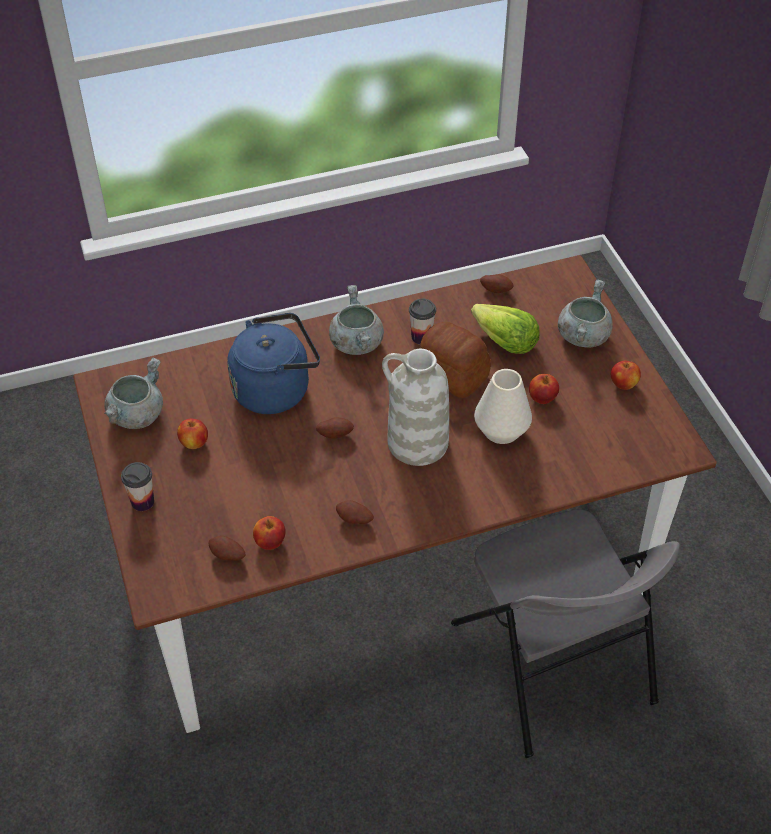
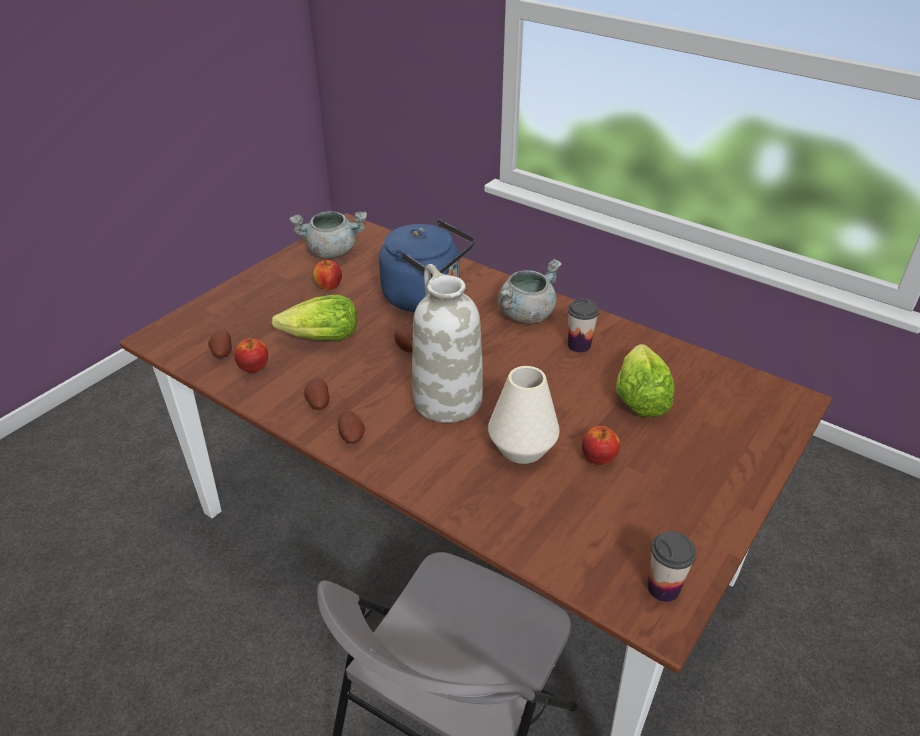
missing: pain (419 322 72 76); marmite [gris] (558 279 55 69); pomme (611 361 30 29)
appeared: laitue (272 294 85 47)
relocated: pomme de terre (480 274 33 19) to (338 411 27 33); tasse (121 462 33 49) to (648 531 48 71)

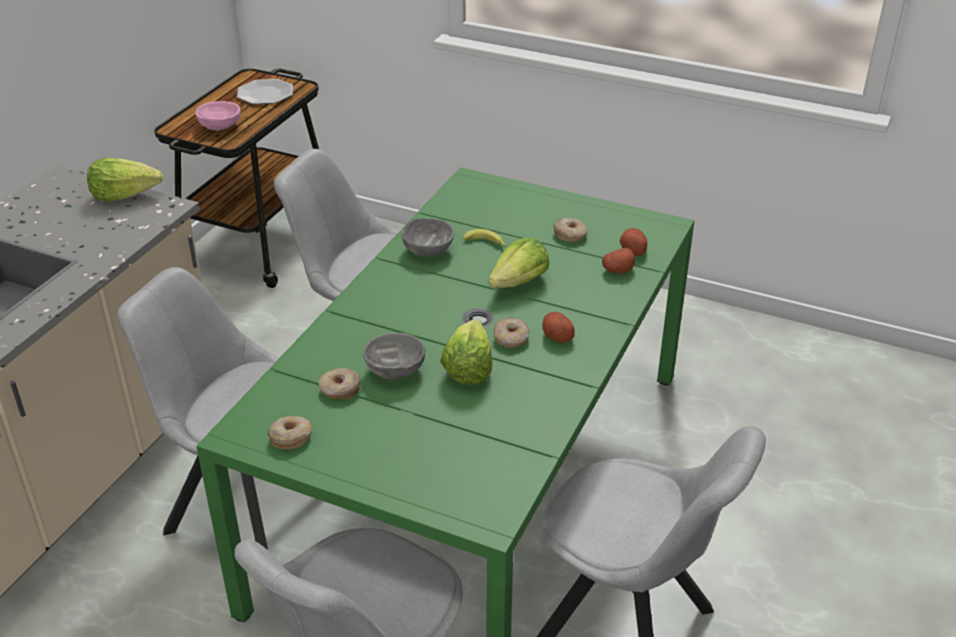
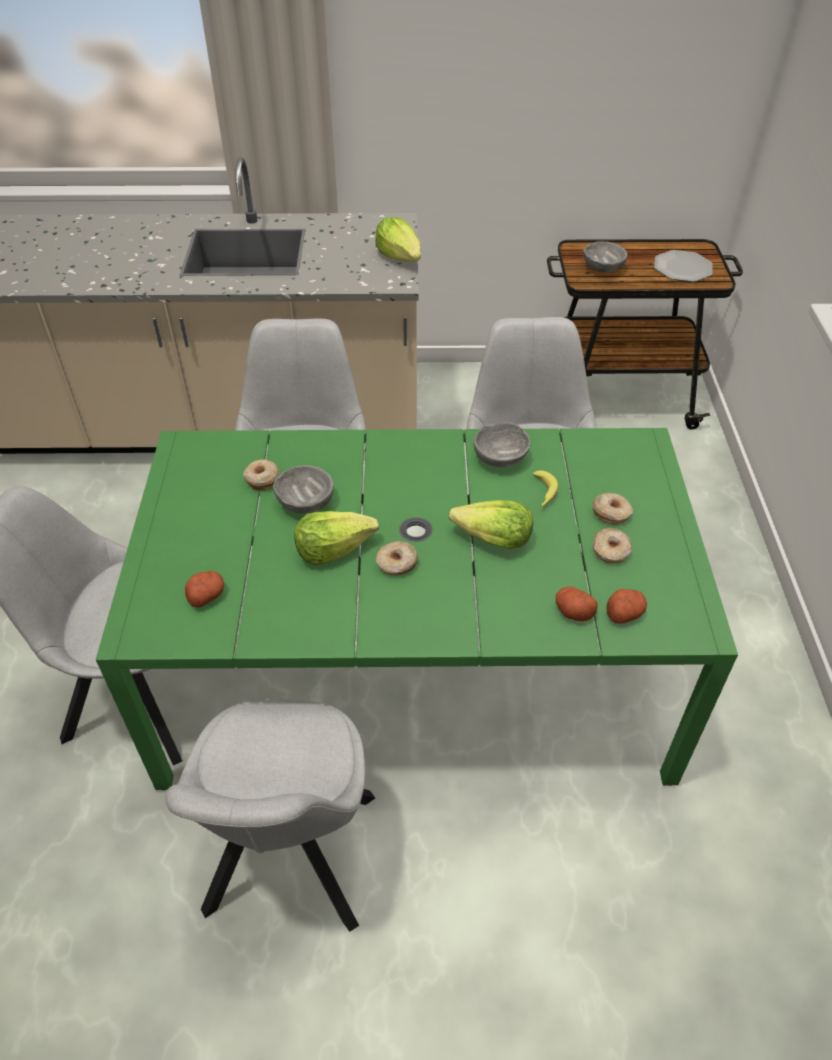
relocated: pomme de terre (543 312 32 31) to (185 571 39 37); beignet (268 416 44 33) to (592 493 41 32)
colour: bol [rose] (196 101 45 30) to bol [gris] (583 241 44 31)

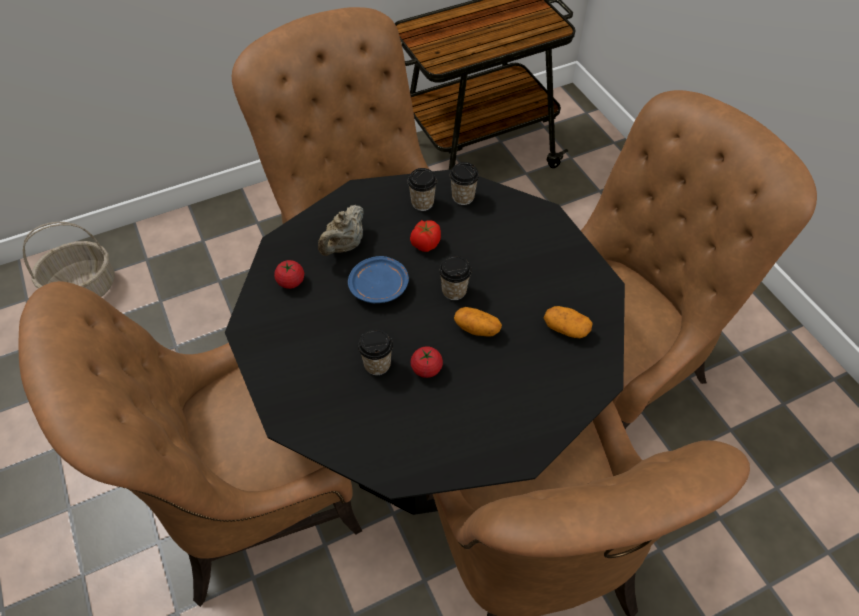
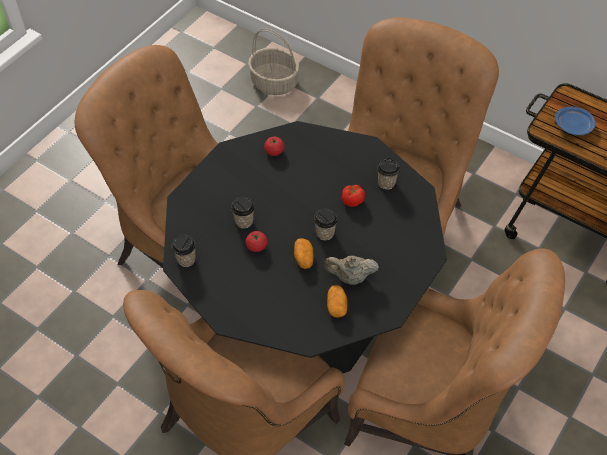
relocated: tasse (450 162 29 43) to (172 235 24 32); théière [beige] (318 205 46 51) to (324 256 55 29); assiette [bleu] (348 256 61 47) to (555 107 40 28)

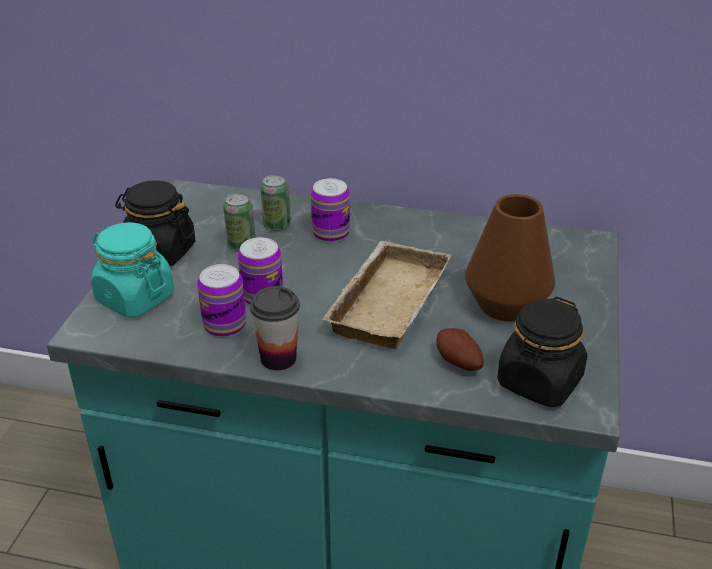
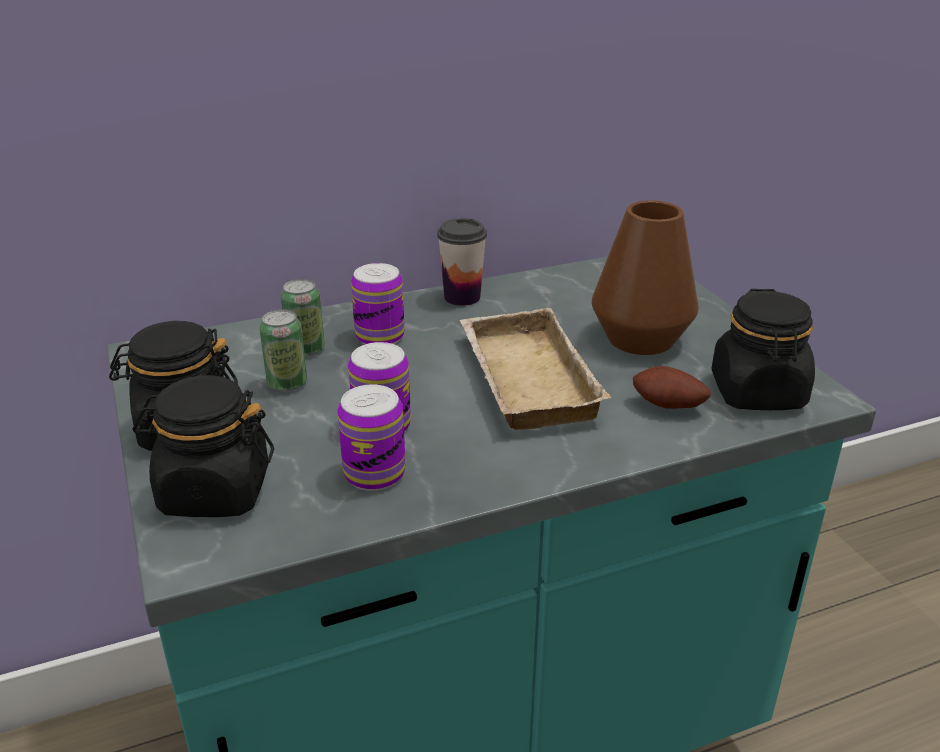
relocated: tasse (250 286 50 85) to (437 218 50 88)
colour: bocal [turquoise] (91 222 83 96) to bocal [noir] (133 375 141 142)

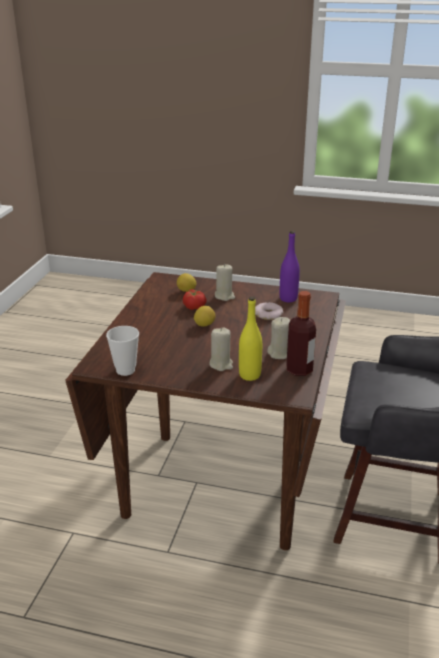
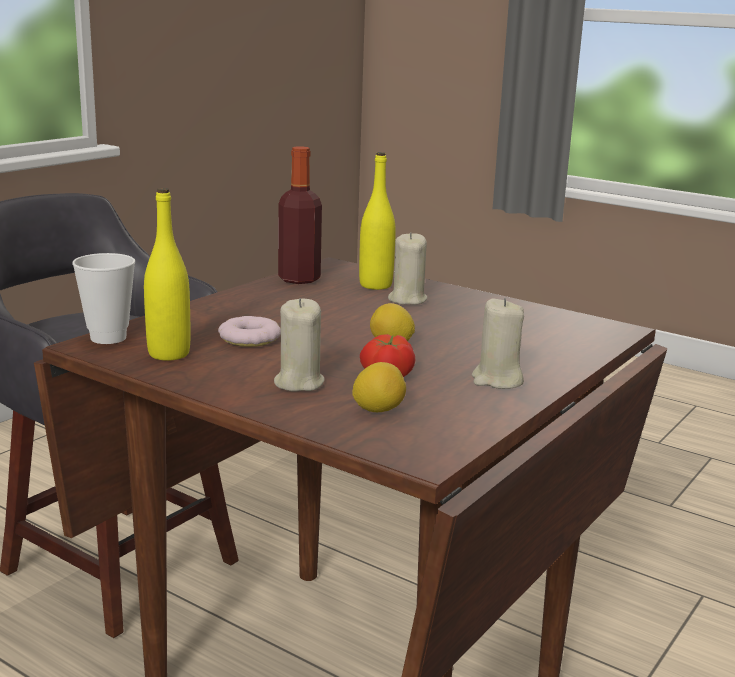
relocated: tasse (106 326 33 50) to (72 253 63 91); bougie [beige] (267 317 23 42) to (472 298 52 91)
colour: bouteille [violet] (280 231 20 71) to bouteille [jaune] (144 188 46 173)

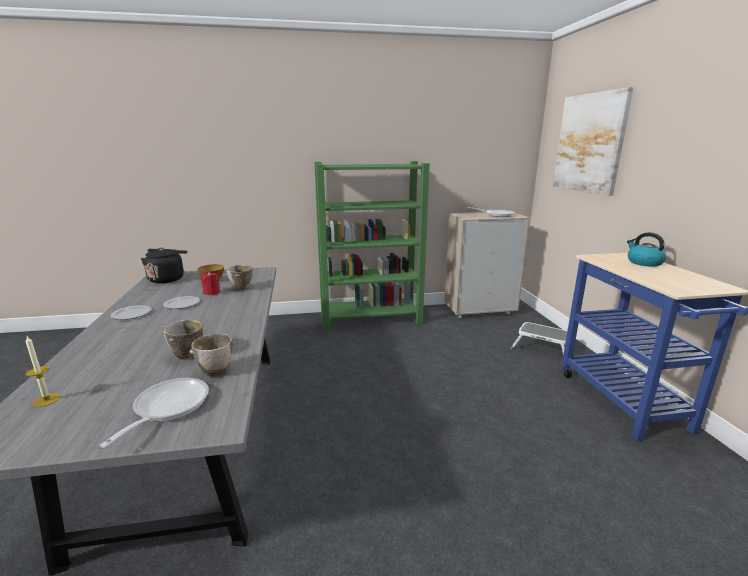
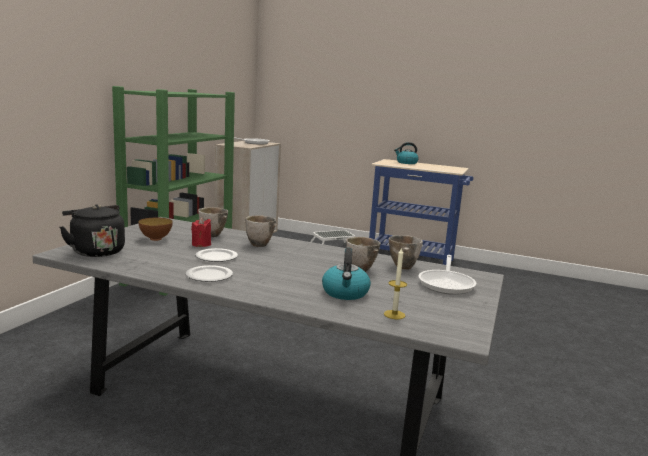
missing: tableau (553 87 80 109)
appeared: bol (244 215 33 32); bouilloire (322 248 49 52)
spun: poêle (100 378 109 70) = (418 255 58 40) 120 degrees counterclockwise

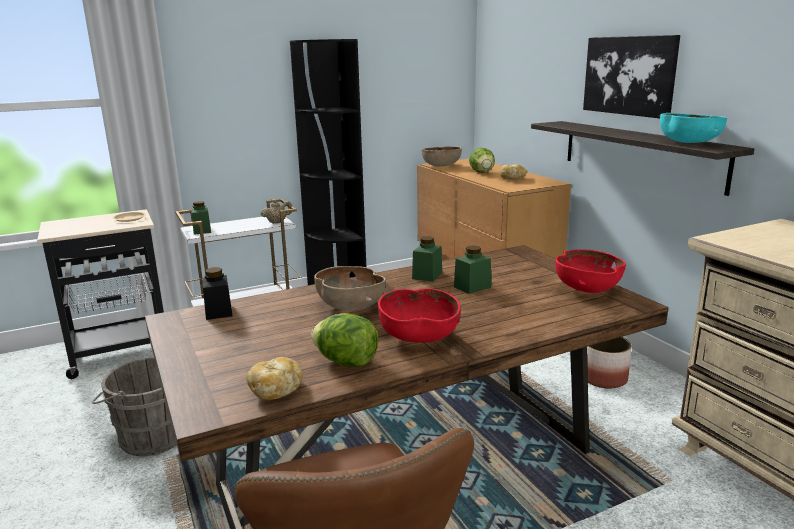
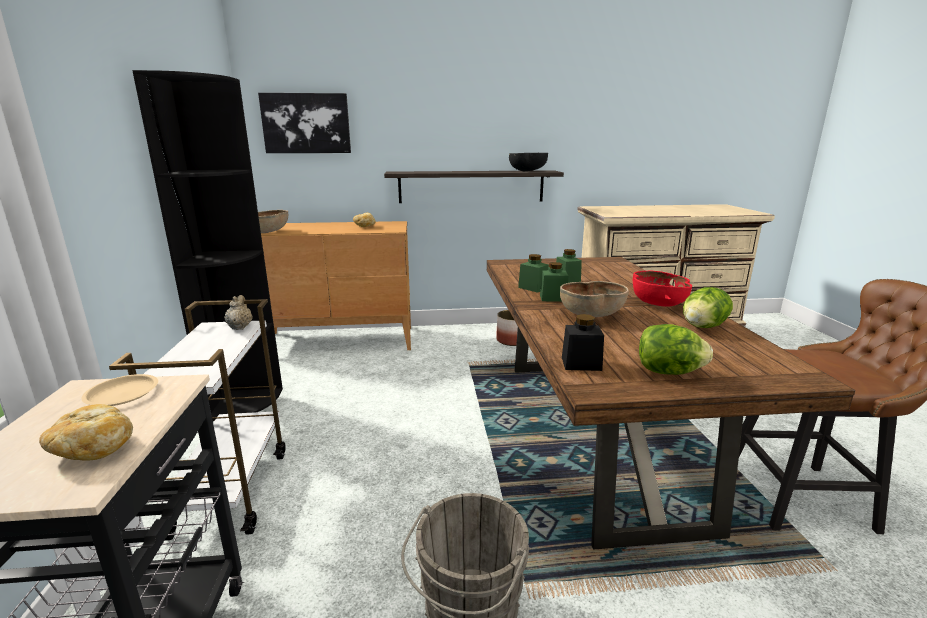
missing: bol [rouge] (555 249 71 44)
relocated: pain (246 357 57 43) to (39 404 94 57); tableau (583 35 97 83) to (258 93 93 60); bocal [vert] (192 201 19 34) to (540 262 28 40); laitue (469 148 26 25) to (639 324 74 51)
colour: bol [turquoise] (660 113 67 30) to bol [noir] (509 153 39 18)

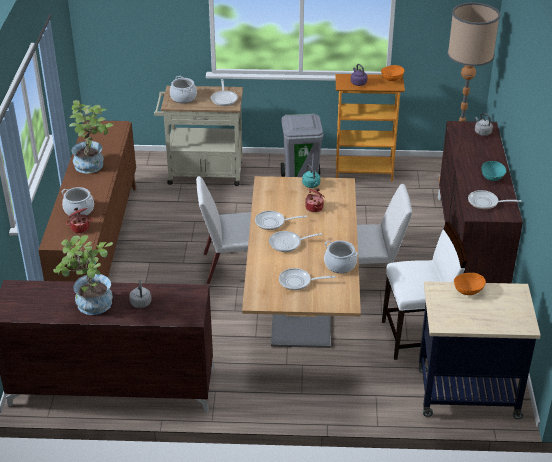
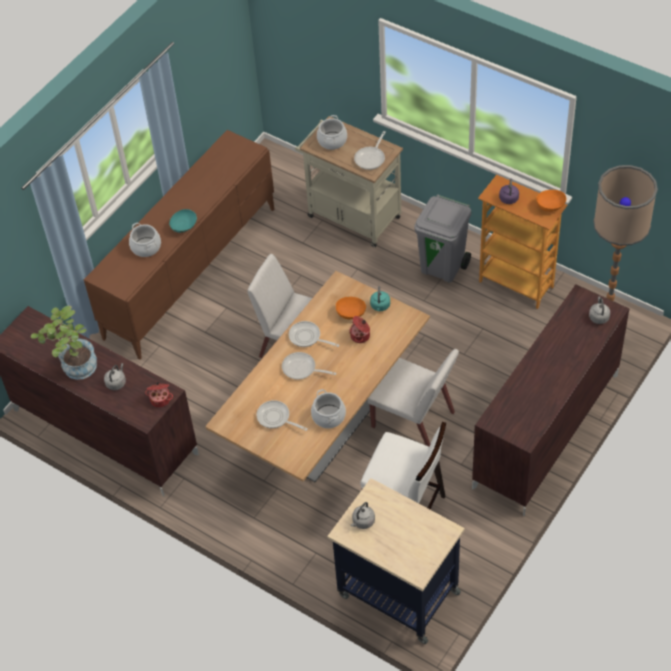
missing: plante en pot (69 100 44 73); poêle (468 190 54 19)
appeared: bouilloire [gris] (351 502 24 27)
relocated: marmite (66 208 27 25) to (145 381 28 27); bol [turquoise] (481 161 25 20) to (169 209 28 24); bol [orange] (454 273 32 22) to (335 297 31 22)

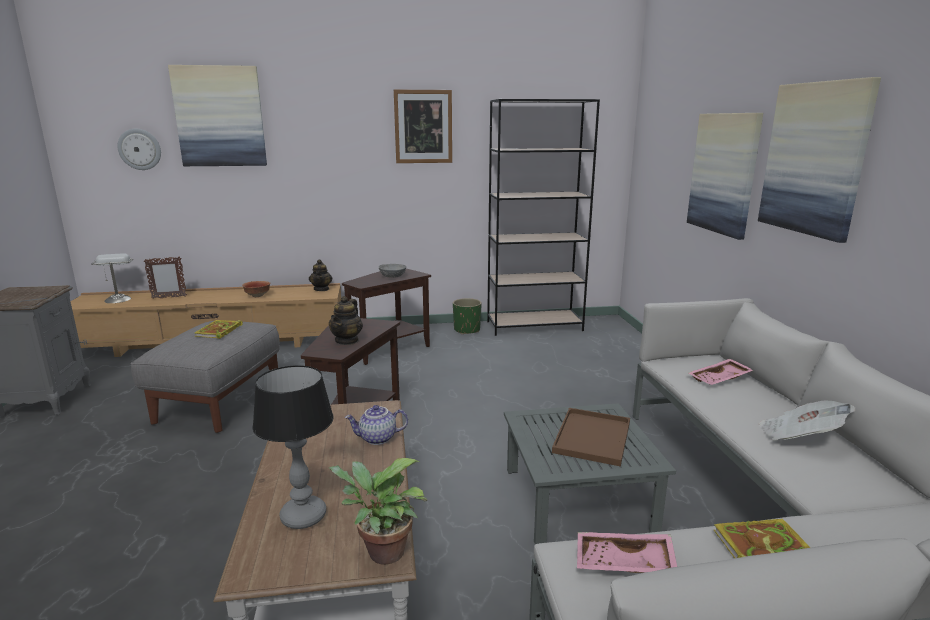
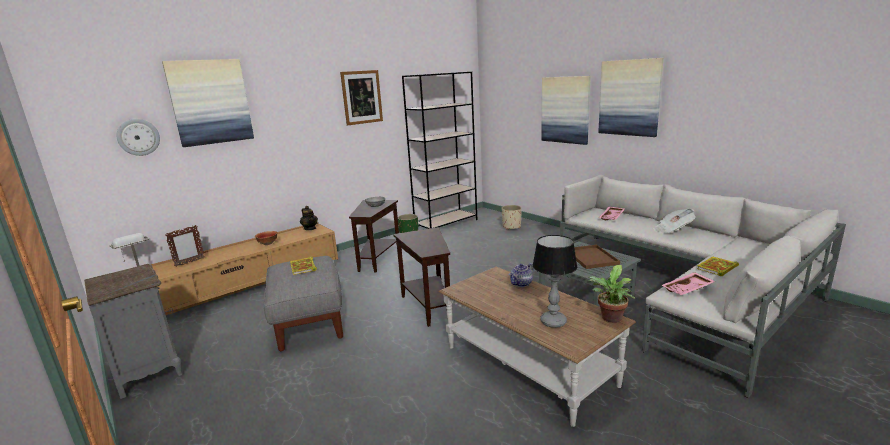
missing: théière (329 296 34 49)
appeared: cache-pot [beige] (502 205 20 25)

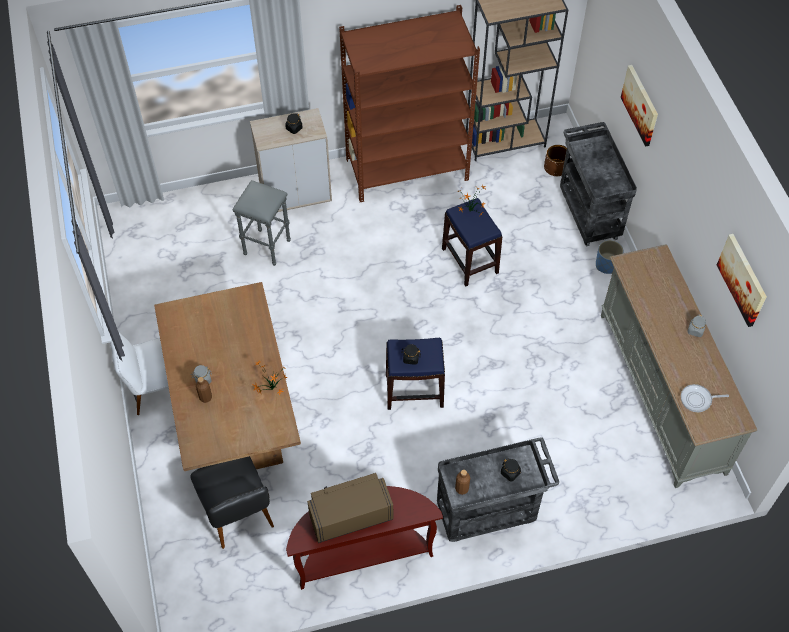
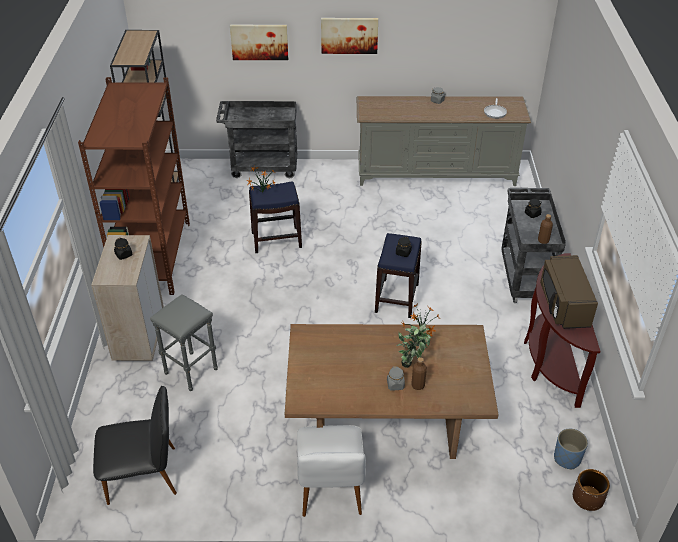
appeared: plante en pot (397 324 34 44)
relocated: chaise [noir] (190 456 84 93) to (93 386 84 119); tableau (717 234 50 93) to (321 18 57 36); cache-pot [bleu] (596 240 28 34) to (554 429 34 40); cache-pot [marron] (544 145 27 31) to (573 469 37 42)

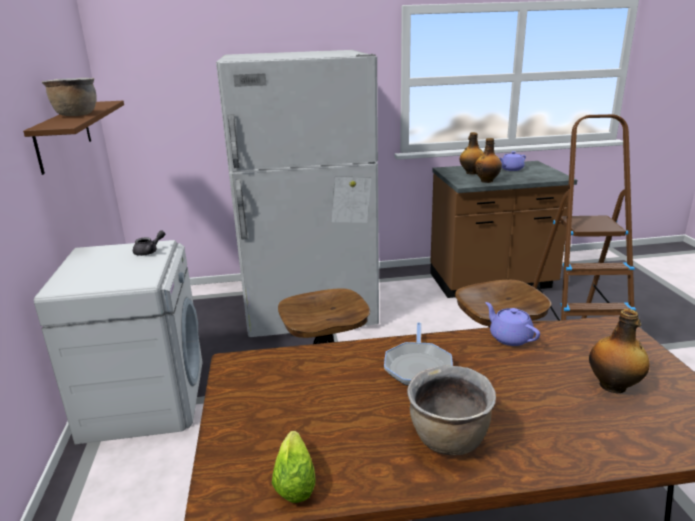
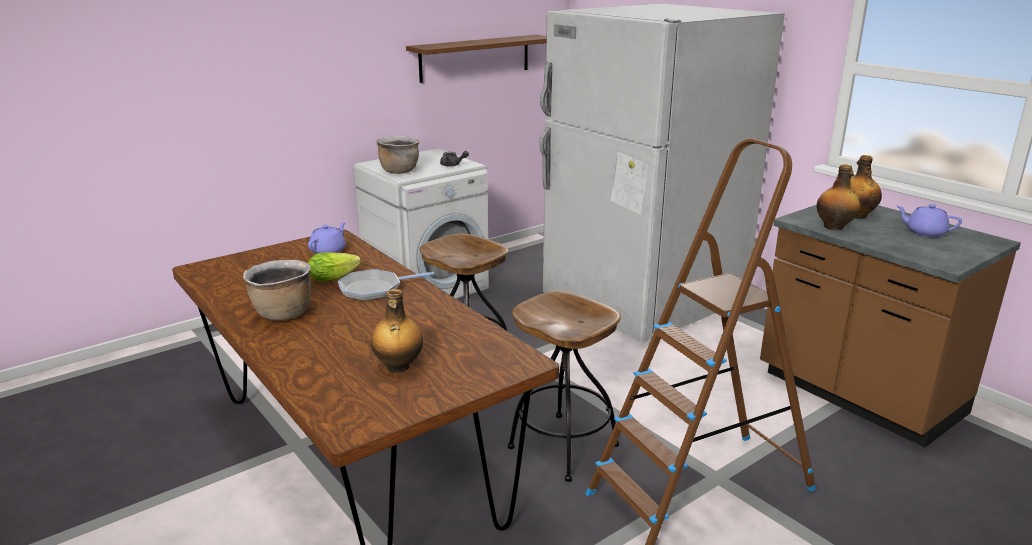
relocated: théière [violet] (485 302 55 44) to (308 222 38 32); laitue (272 431 43 72) to (308 252 53 30); marmite [marron] (42 78 54 38) to (376 136 44 38)

